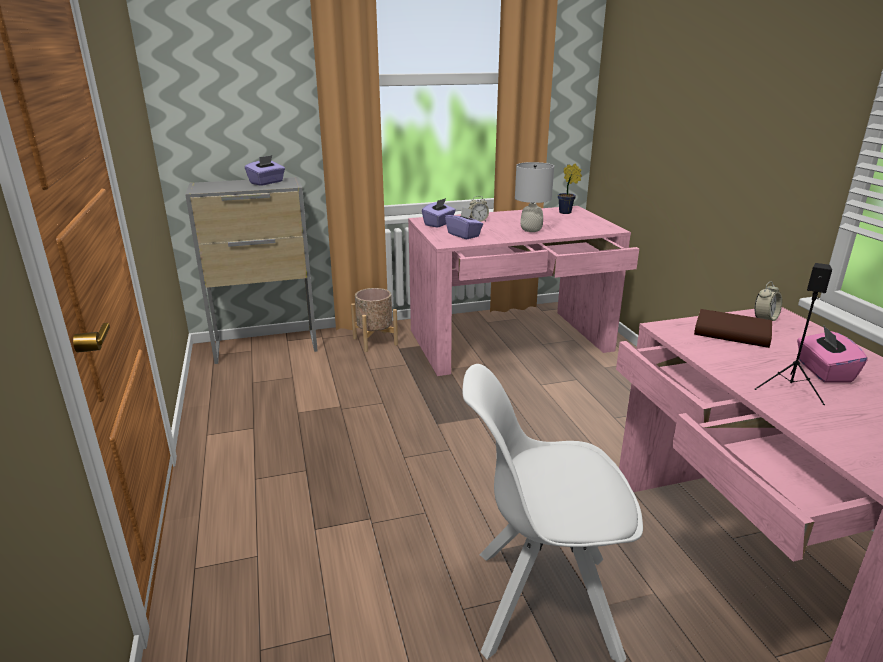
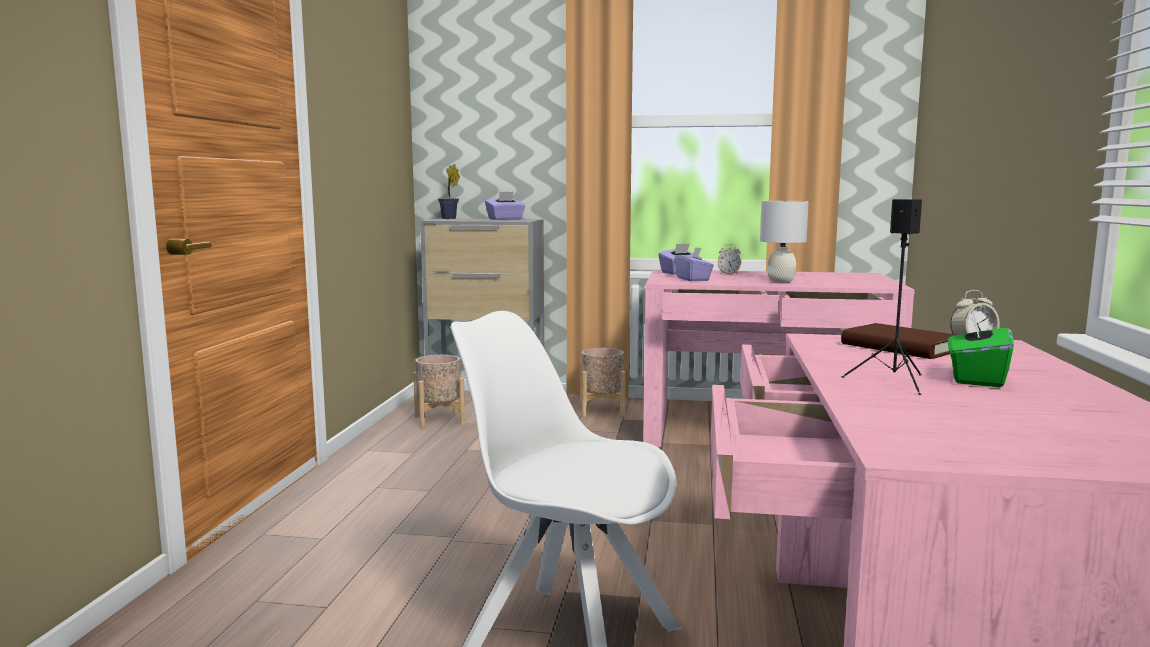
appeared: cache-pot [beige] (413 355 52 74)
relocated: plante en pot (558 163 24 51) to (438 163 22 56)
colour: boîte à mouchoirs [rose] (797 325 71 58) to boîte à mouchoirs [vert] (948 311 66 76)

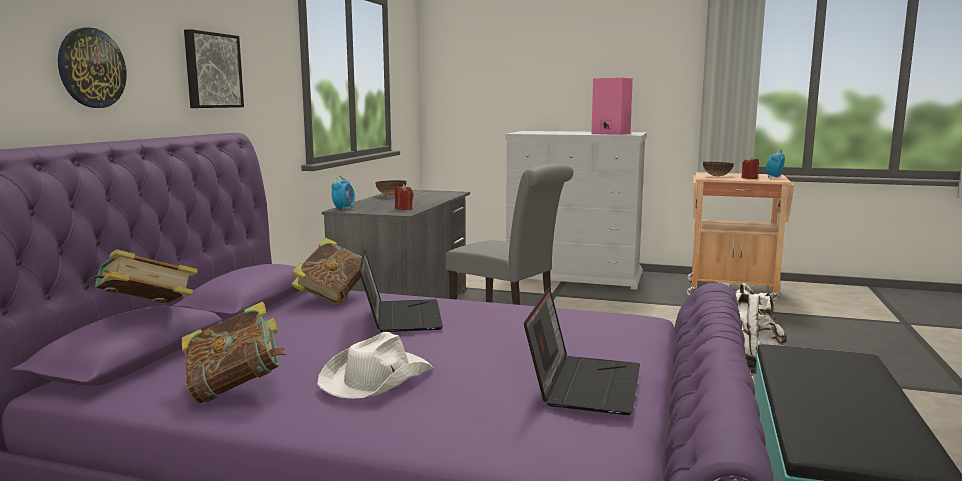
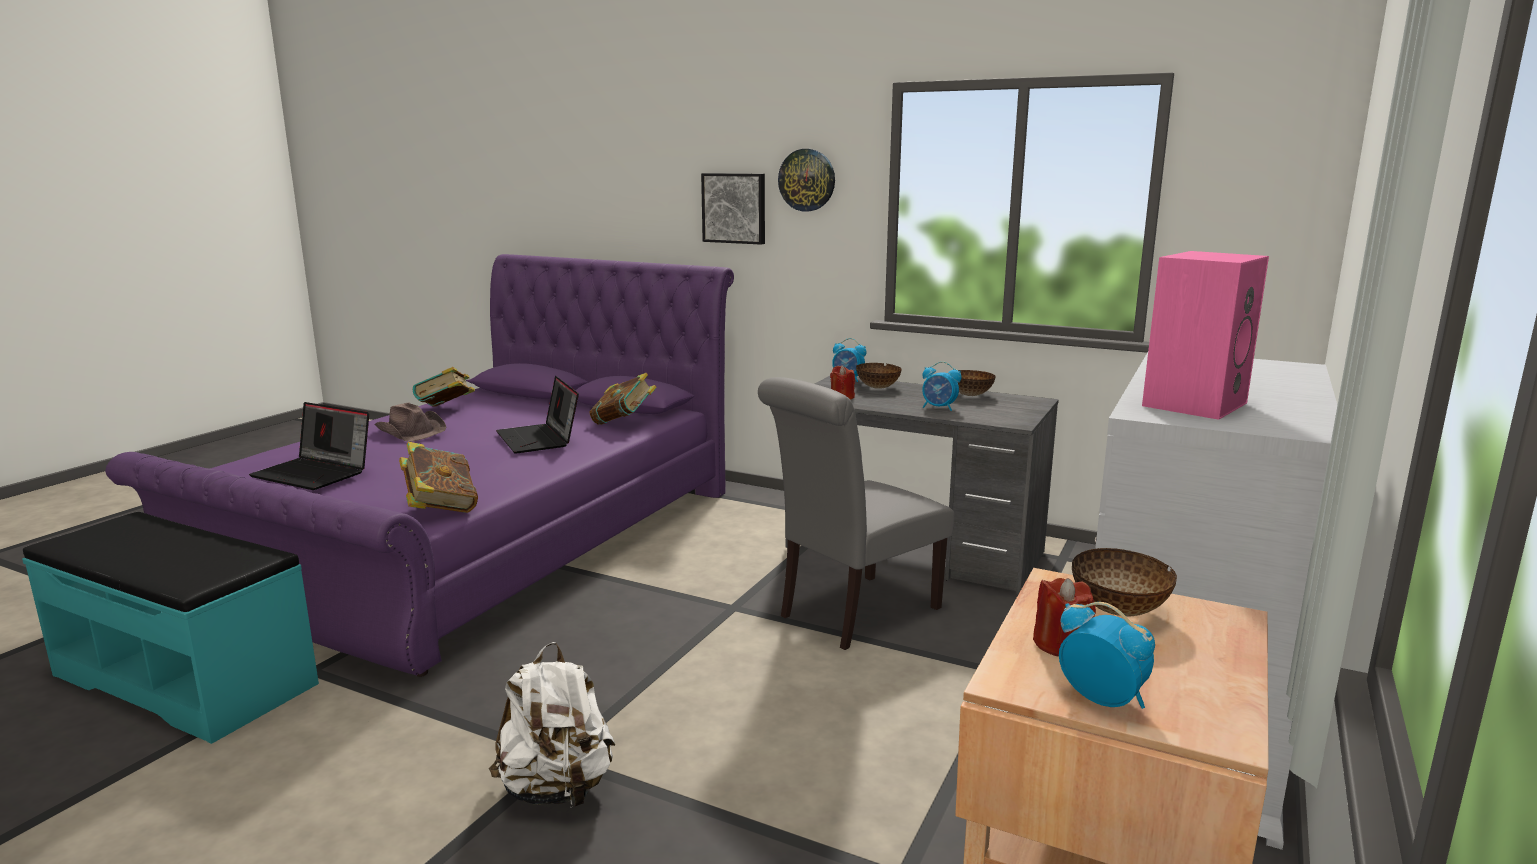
appeared: bol (856 363 46 26); réveil (922 362 39 49)
relocated: livre (88 249 110 54) to (399 442 79 71); horloge murale (58 27 69 81) to (778 149 57 63)
colour: chapeau [blanc] (317 332 116 67) to chapeau [marron] (375 402 72 40)
spun: ordinateur portable (359 249 84 83) = (496 376 83 78) 60 degrees clockwise

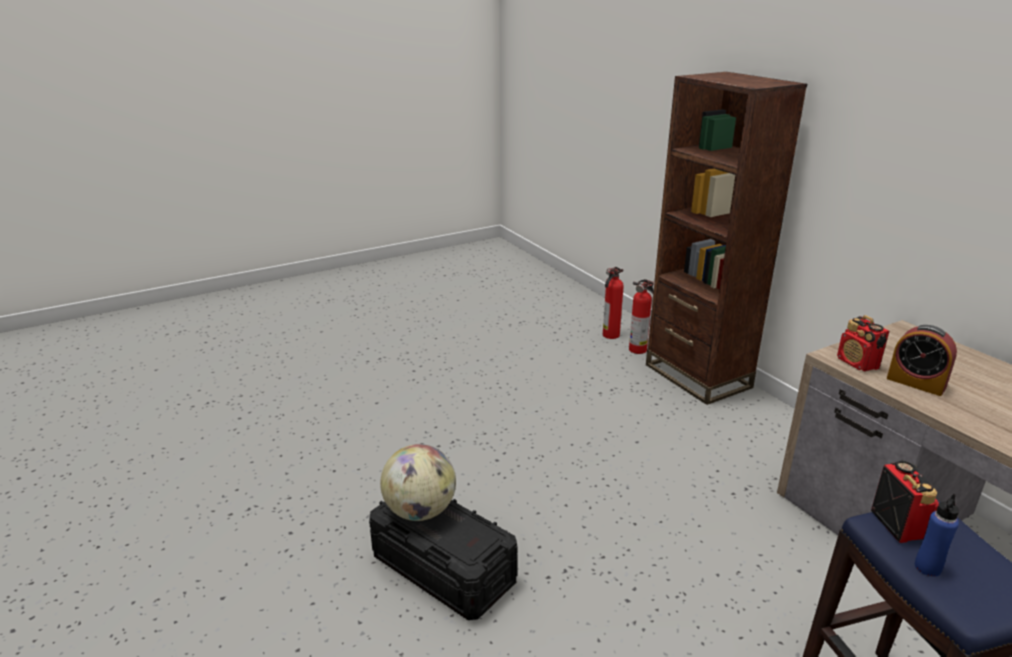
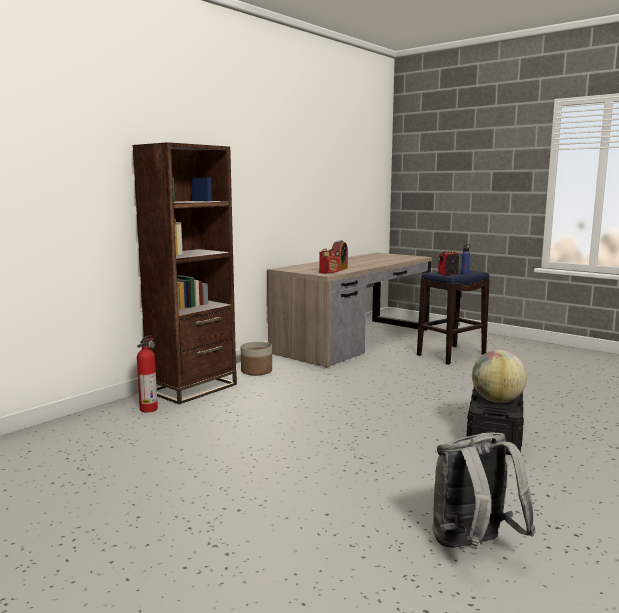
missing: extincteur (603 267 21 72)
appeared: cache-pot (241 342 31 34); sac à dos [gris] (432 433 104 116)

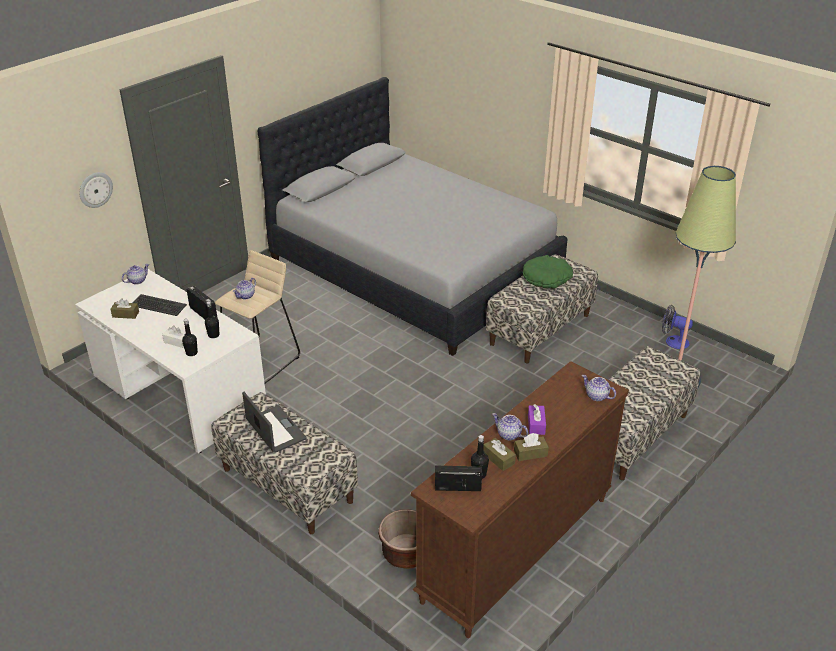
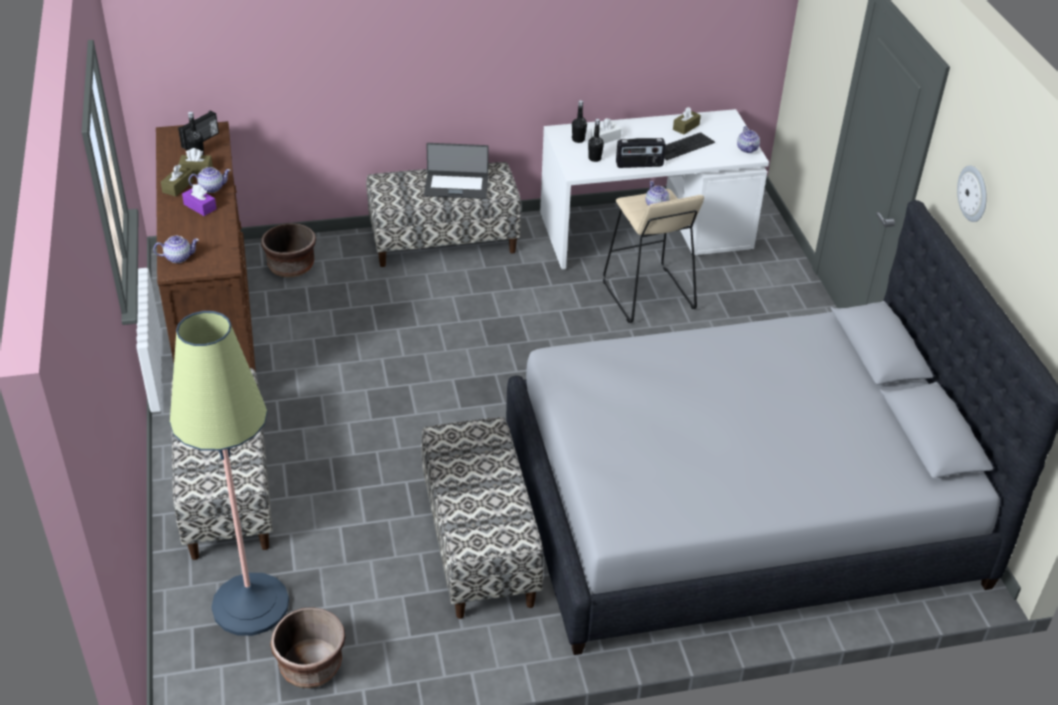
missing: coussin [vert] (523 255 50 33)
relocated: horloge murale (80 172 33 36) to (957 165 30 57)
exchanged: ventilateur (662 305 31 44) to cache-pot [marron] (270 607 75 81)

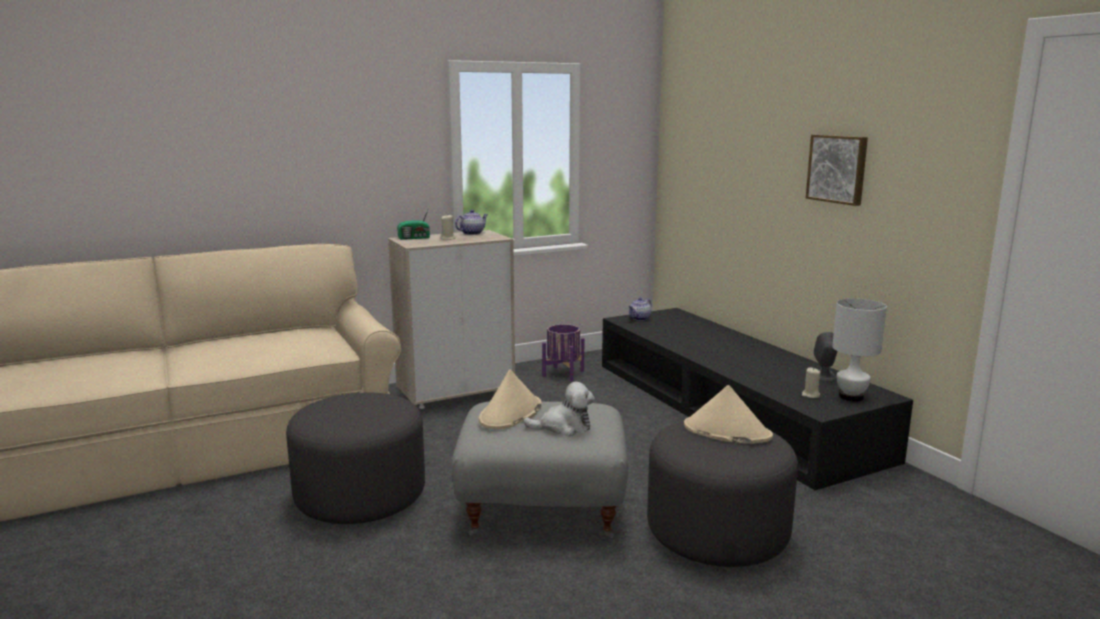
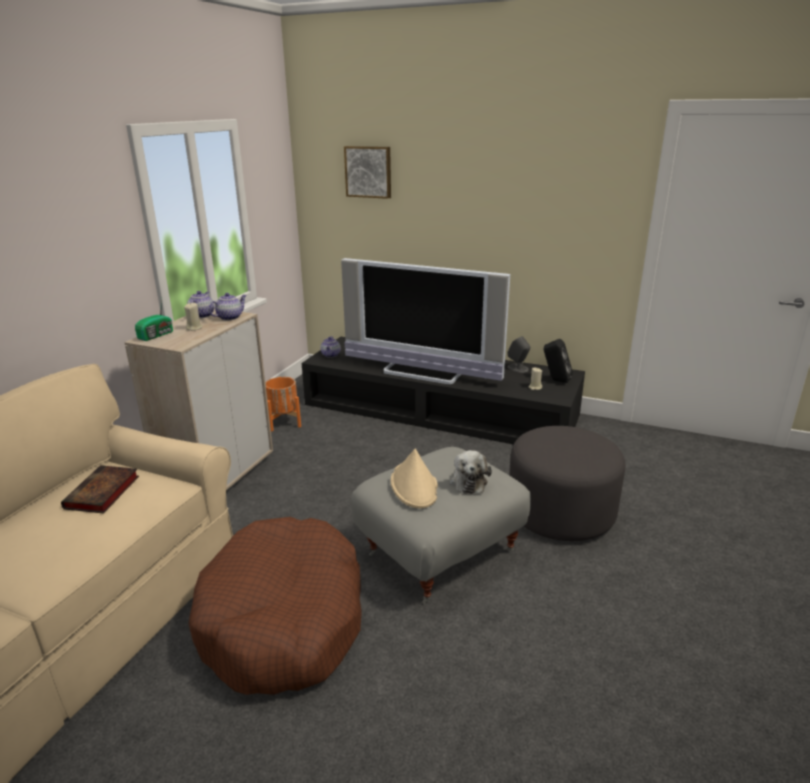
missing: chapeau [beige] (684 385 89 59)
appeared: livre (61 465 78 48); théière (208 293 39 27); téléviseur (341 258 169 126)
relocated: tableau (806 134 62 72) to (344 146 47 53)
exchanged: pouf [gris] (286 393 139 131) to panier pour chien [marron] (188 517 174 178); lampe de table [blanc] (832 298 55 104) to enceinte [noir] (544 339 29 44)
colour: cache-pot [violet] (542 324 42 57) to cache-pot [orange] (265 377 36 54)
spun: peluche (523 382 72 54) = (449 450 43 44) 135 degrees clockwise

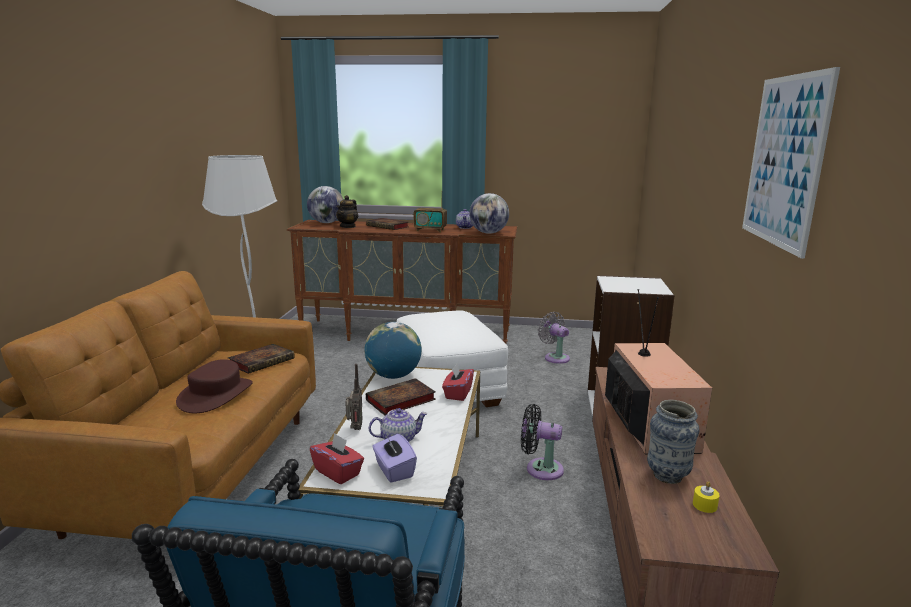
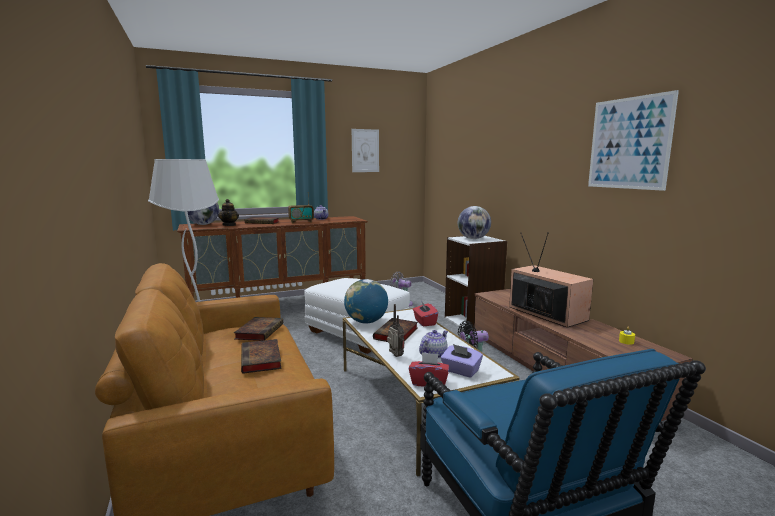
missing: vase (647 400 53 84)
appeared: tableau (352 129 27 43)
relocated: globe (469 193 40 41) to (458 206 33 33)
exchanged: chapeau [marron] (176 359 77 54) to livre (241 339 41 35)

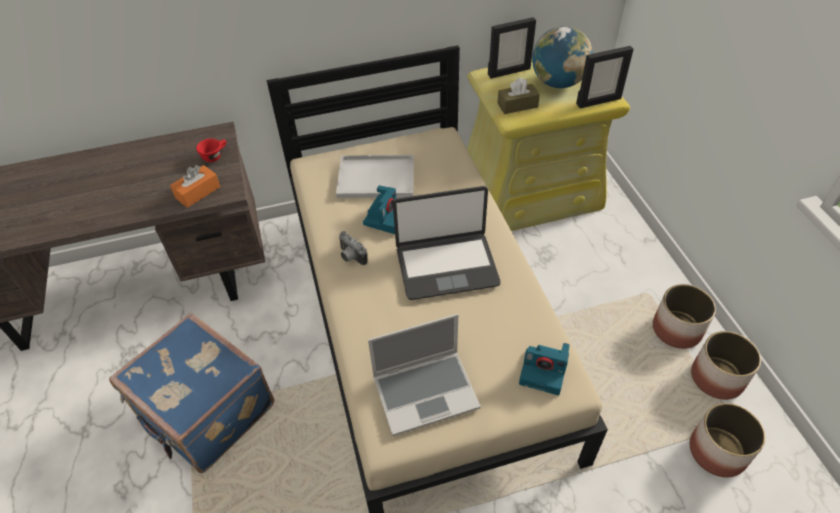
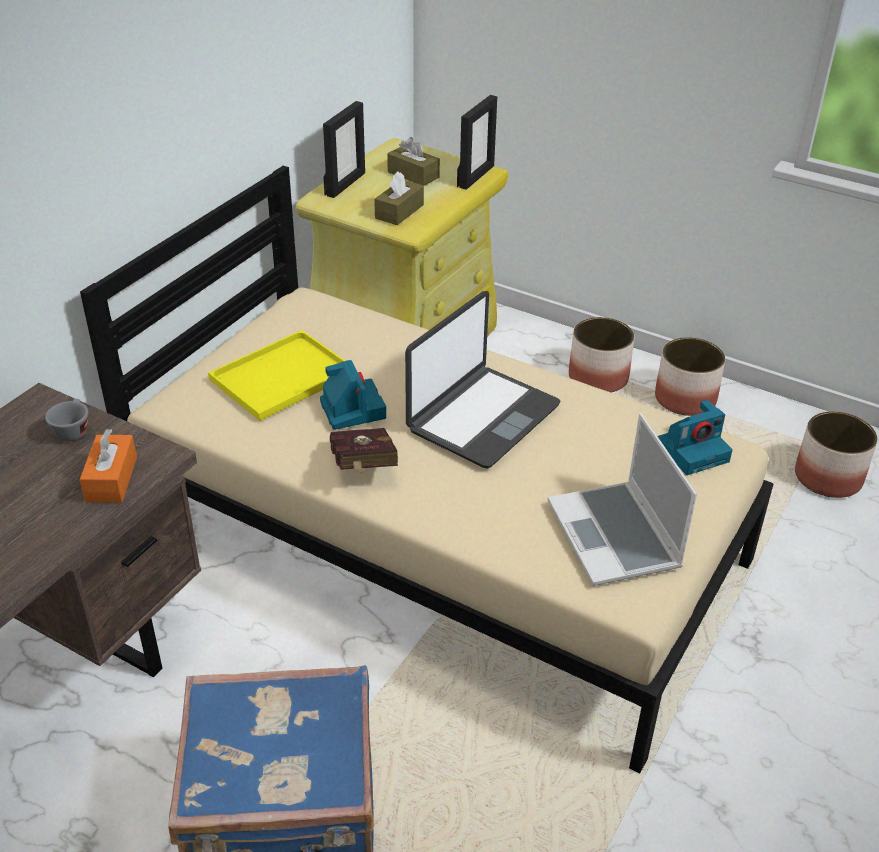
relocated: cache-pot (691 331 70 69) to (569 317 65 76)
exchanged: appareil photo (339 231 29 34) to livre [rouge] (330 428 68 45); globe (532 26 61 62) to boîte à mouchoirs [marron] (387 137 53 49)
colour: tasse [rouge] (196 138 31 24) to tasse [gris] (45 399 43 42); plateau [blanc] (336 155 78 43) to plateau [jaune] (208 330 137 91)
spun: ordinateur portable (368 314 113 122) = (548 413 149 173) 135 degrees clockwise

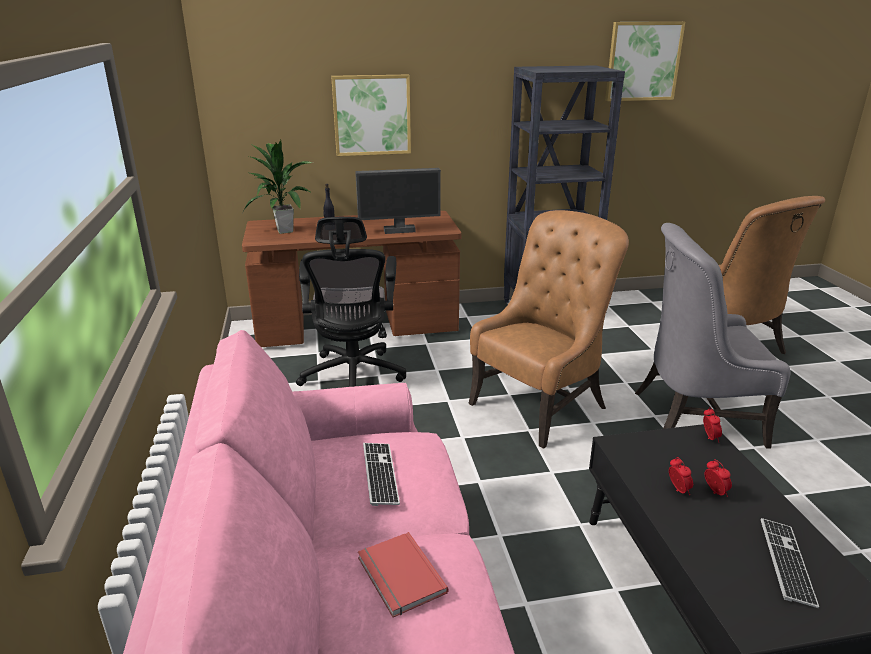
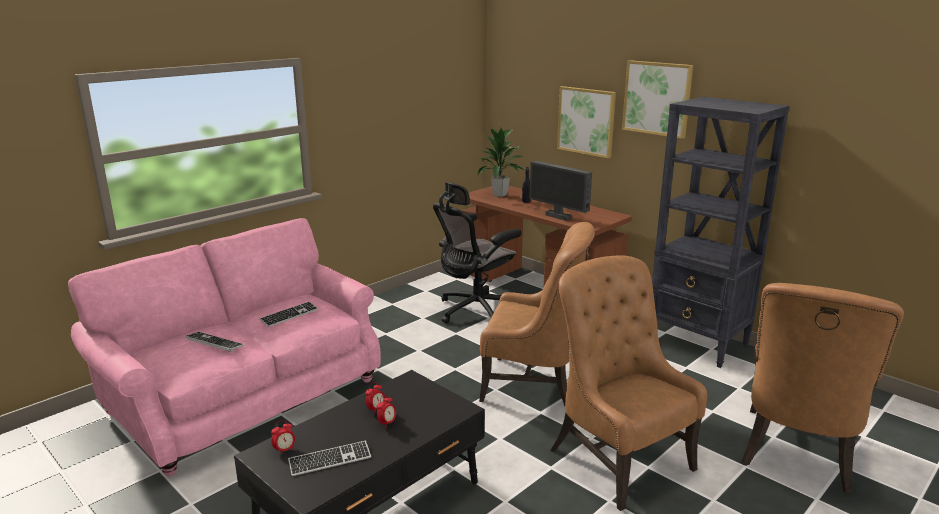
relocated: réveil (703 407 19 36) to (271 420 24 36); tableau (605 22 80 79) to (622 60 71 79)
exchanged: livre [rouge] (358 532 91 86) to clavier (185 332 59 20)
colour: chaise [gris] (635 223 156 226) to chaise [marron] (550 255 157 256)

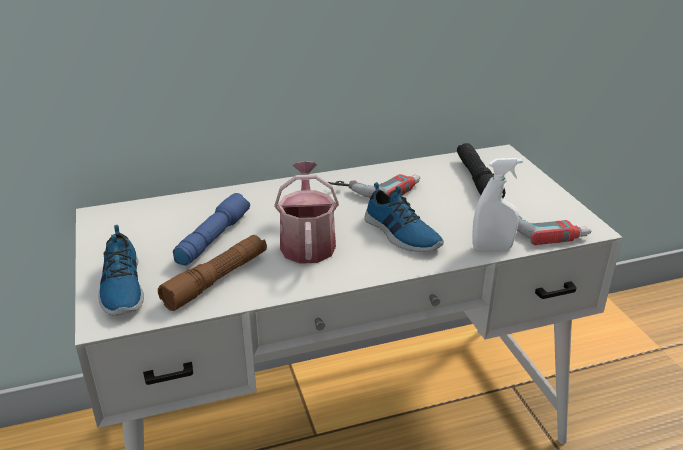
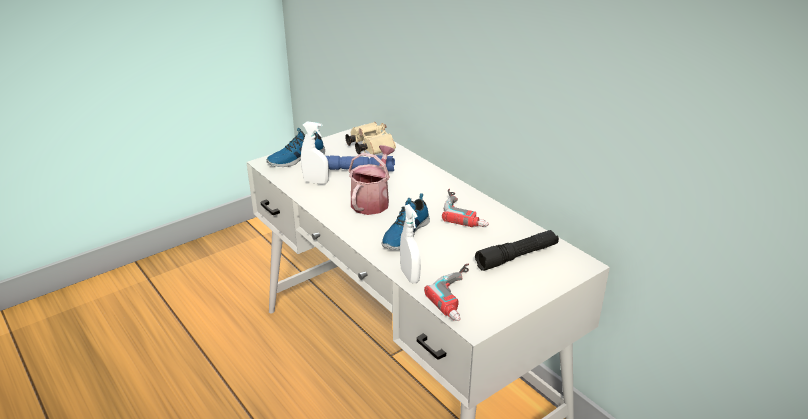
appeared: jumelles [beige] (345 122 51 32)
exchanged: lampe de poche [marron] (158 235 109 76) to vaporisateur [blanc] (301 121 28 64)
spun: arrosoir (275 161 64 103) = (348 145 47 70) 45 degrees counterclockwise

